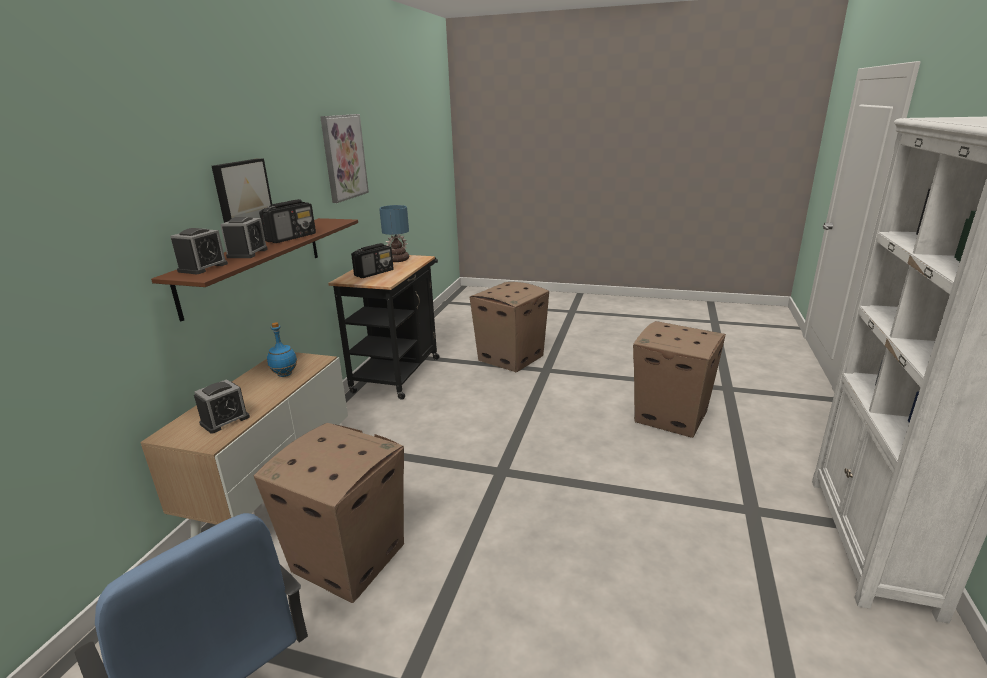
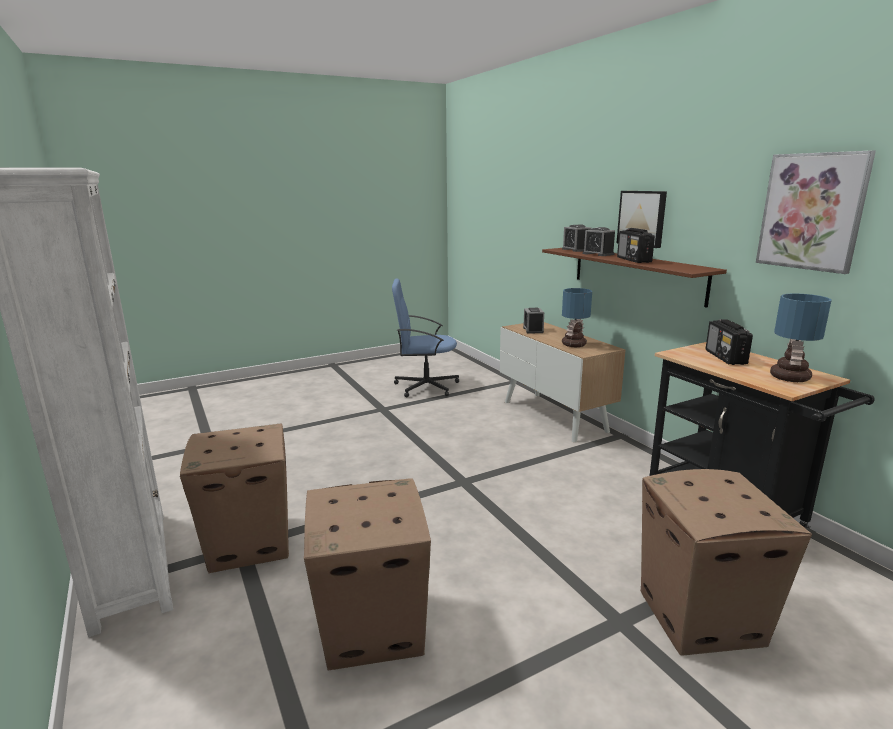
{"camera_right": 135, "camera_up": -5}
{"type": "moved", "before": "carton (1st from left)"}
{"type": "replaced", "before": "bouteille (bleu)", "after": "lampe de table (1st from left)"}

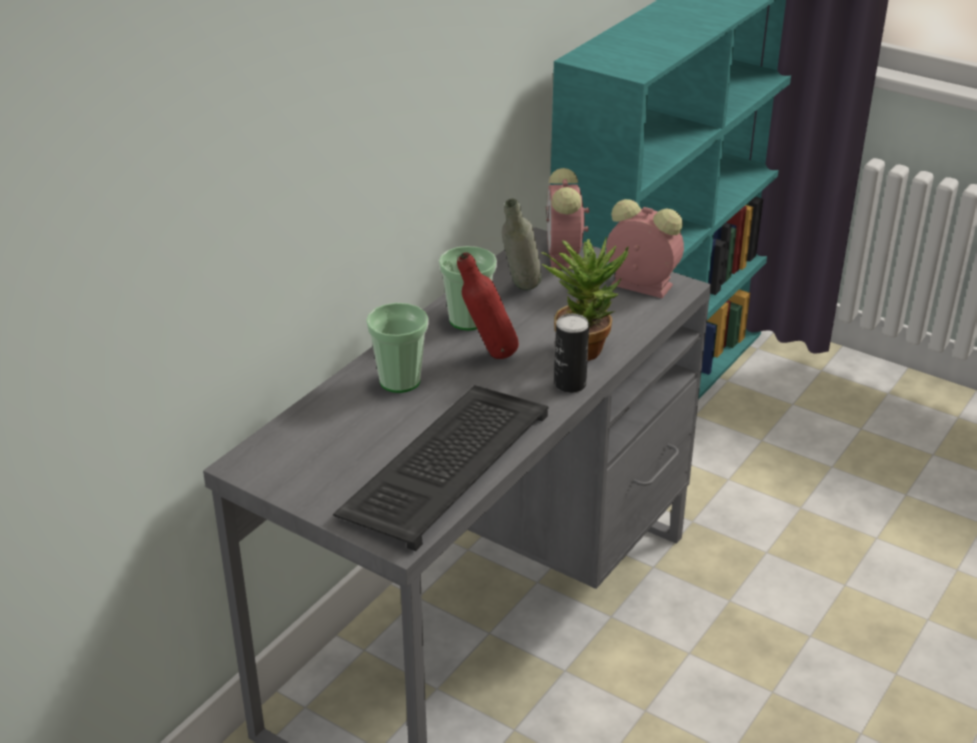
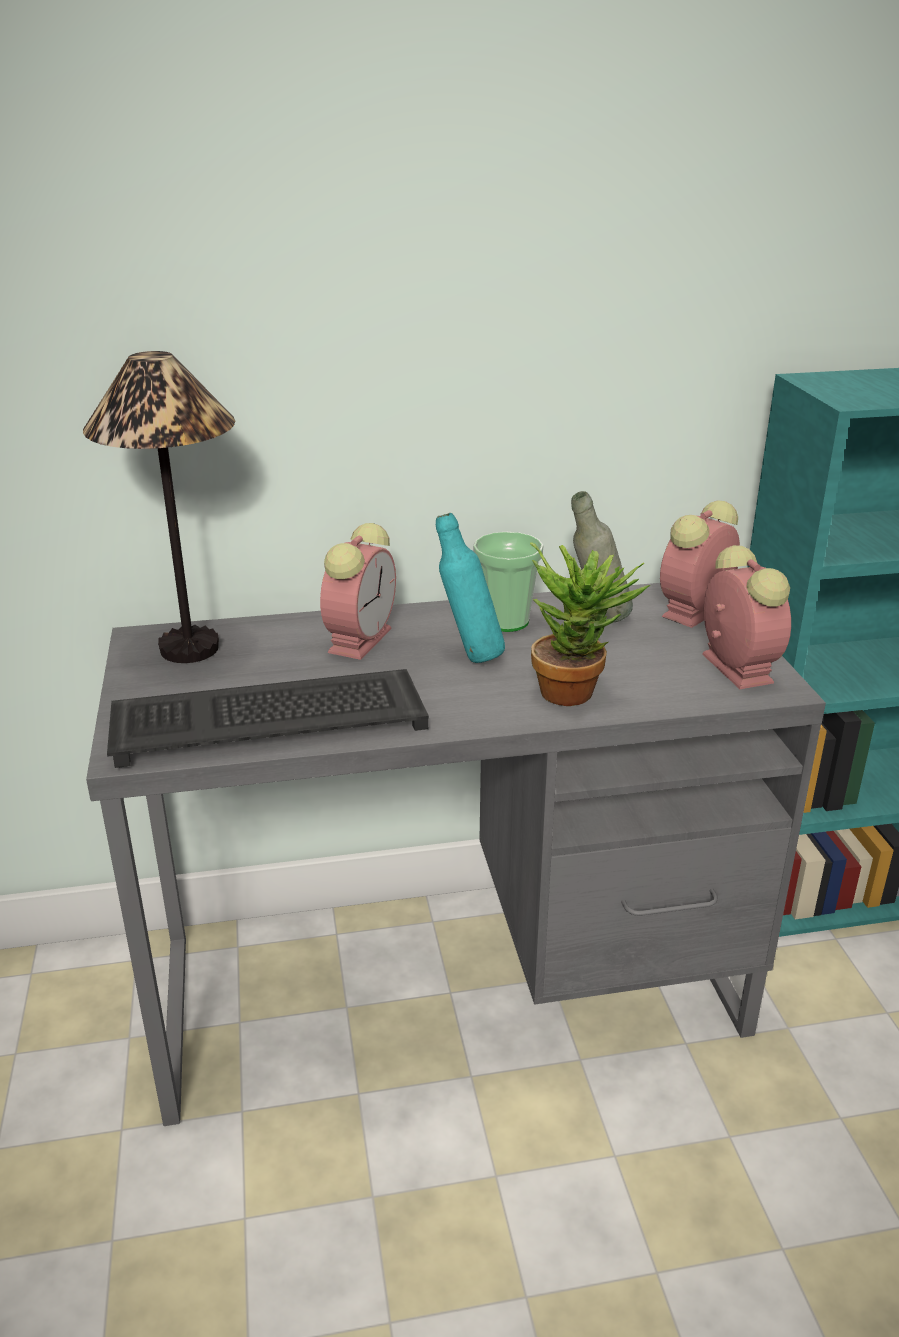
{"camera_right": 45, "camera_up": -5}
{"type": "added", "after": "lampe de table"}
{"type": "replaced", "before": "tasse (1st from left)", "after": "réveil (1st from left)"}
{"type": "recoloured", "before": "bouteille (rouge)", "after": "bouteille (turquoise)"}
{"type": "removed", "before": "boîte métallique"}

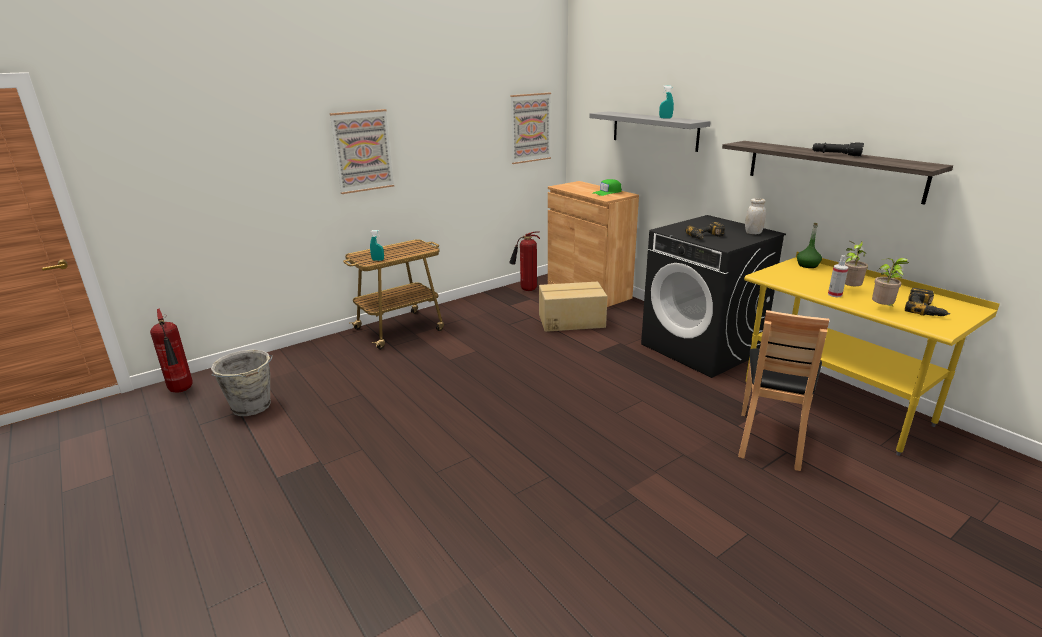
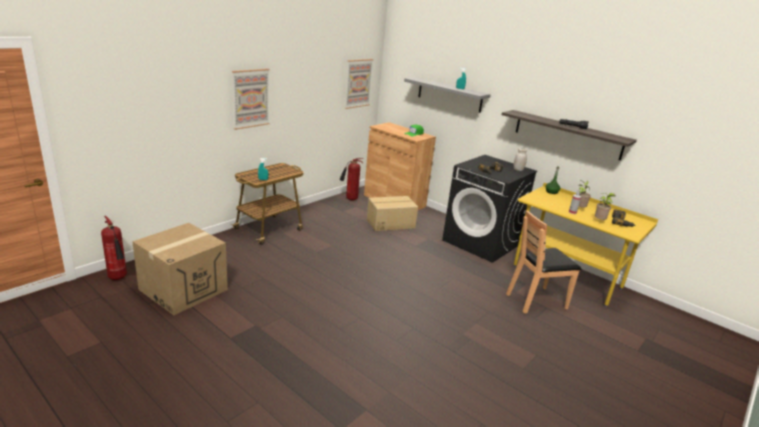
{"camera_right": -15, "camera_up": 0}
{"type": "replaced", "before": "seau (gris)", "after": "carton (1st from left)"}
{"type": "turned", "before": "chaise (marron)", "turn": 60}

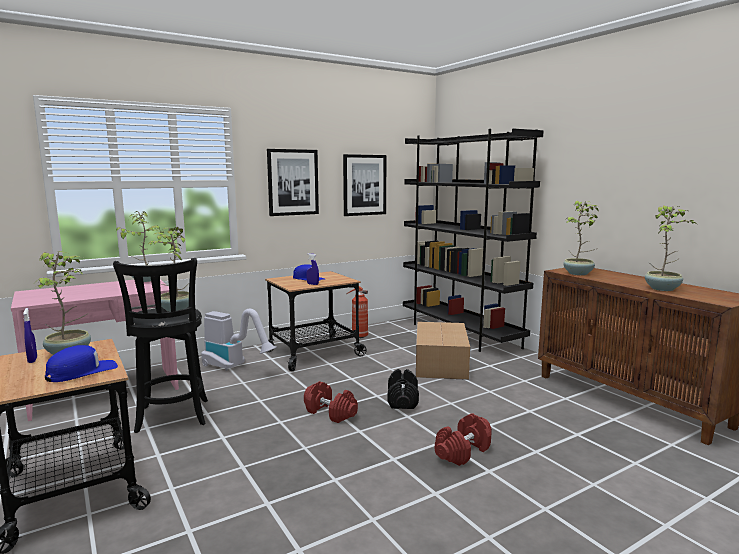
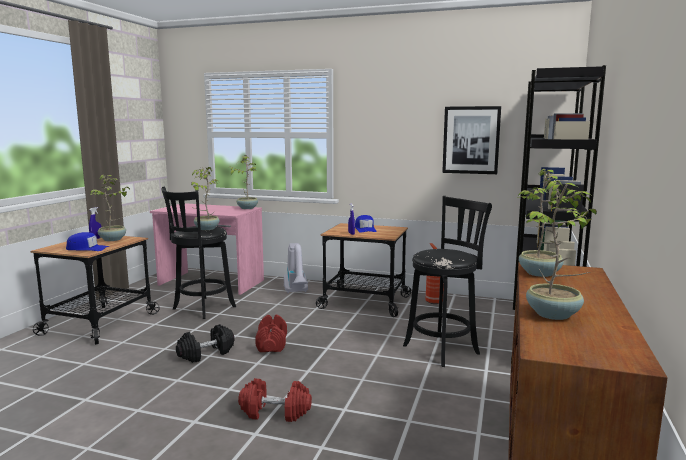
{"camera_right": 50, "camera_up": 0}
{"type": "moved", "before": "haltère (noir)"}
{"type": "replaced", "before": "carton", "after": "tabouret (noir) (2nd from left)"}
{"type": "removed", "before": "tableau (1st from left)"}

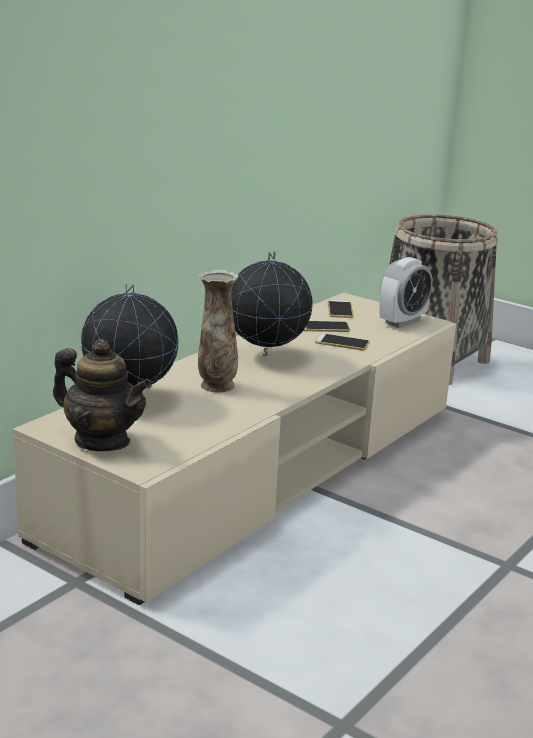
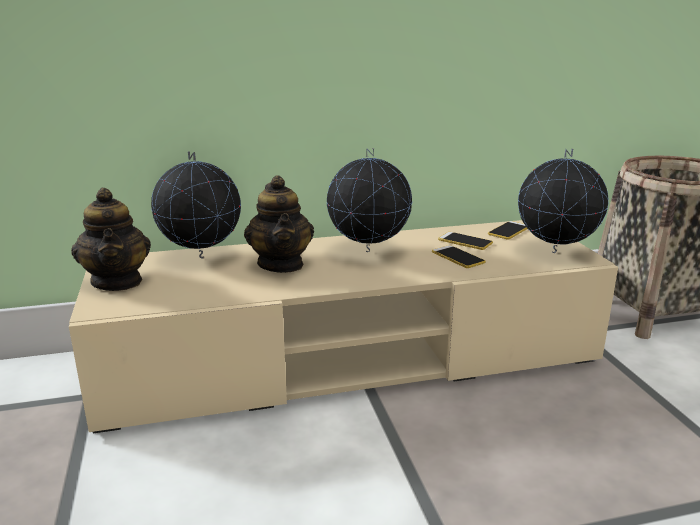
{"camera_right": 40, "camera_up": 0}
{"type": "replaced", "before": "vase", "after": "théière (2nd from left)"}
{"type": "replaced", "before": "réveil", "after": "globe (3rd from left)"}

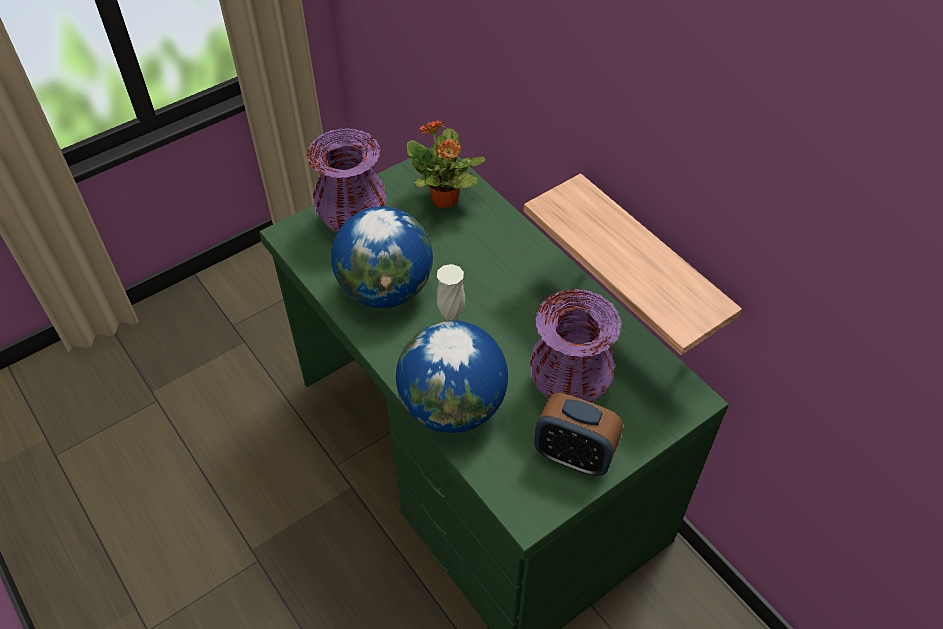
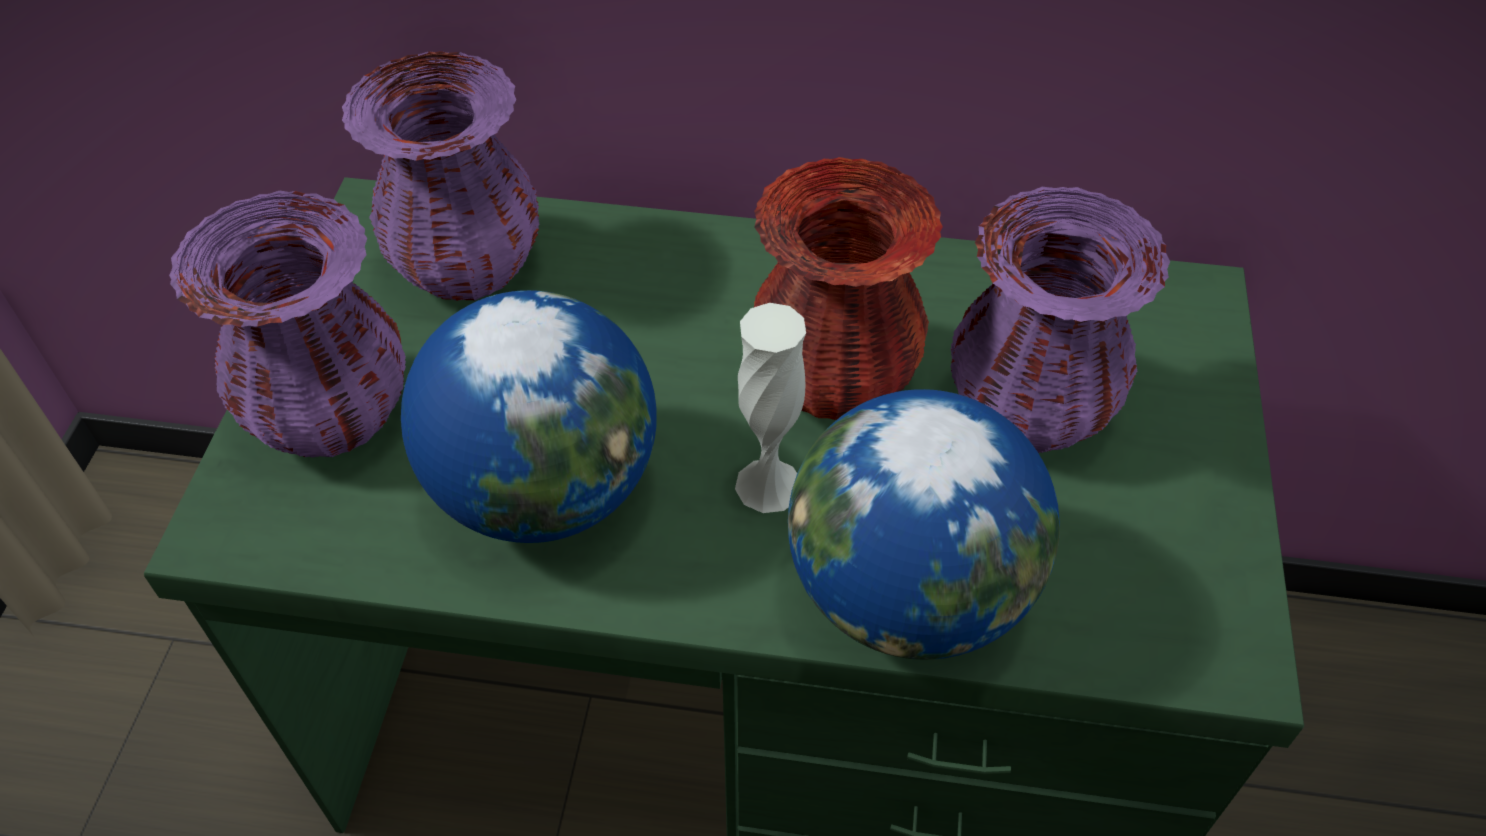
{"camera_right": -45, "camera_up": 0}
{"type": "replaced", "before": "plante en pot", "after": "vase (violet) (2nd from left)"}
{"type": "added", "after": "vase (rouge)"}
{"type": "removed", "before": "étagère"}
{"type": "removed", "before": "réveil"}

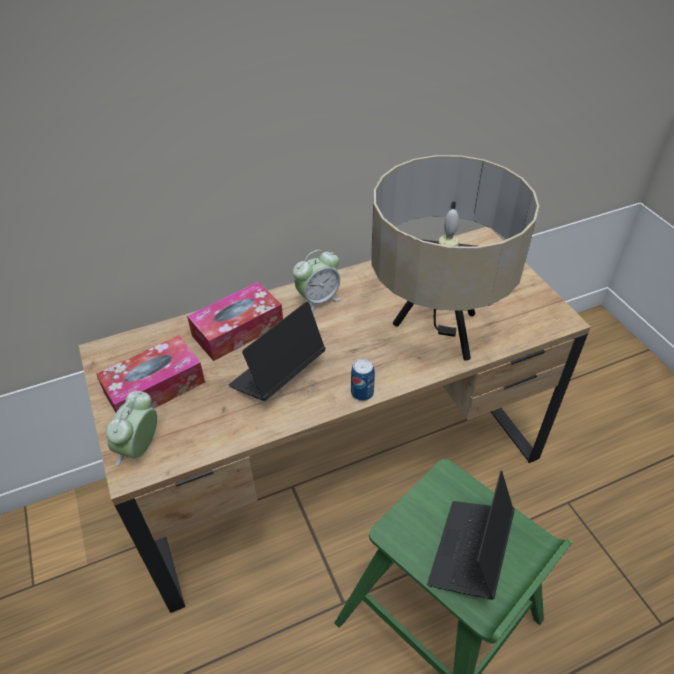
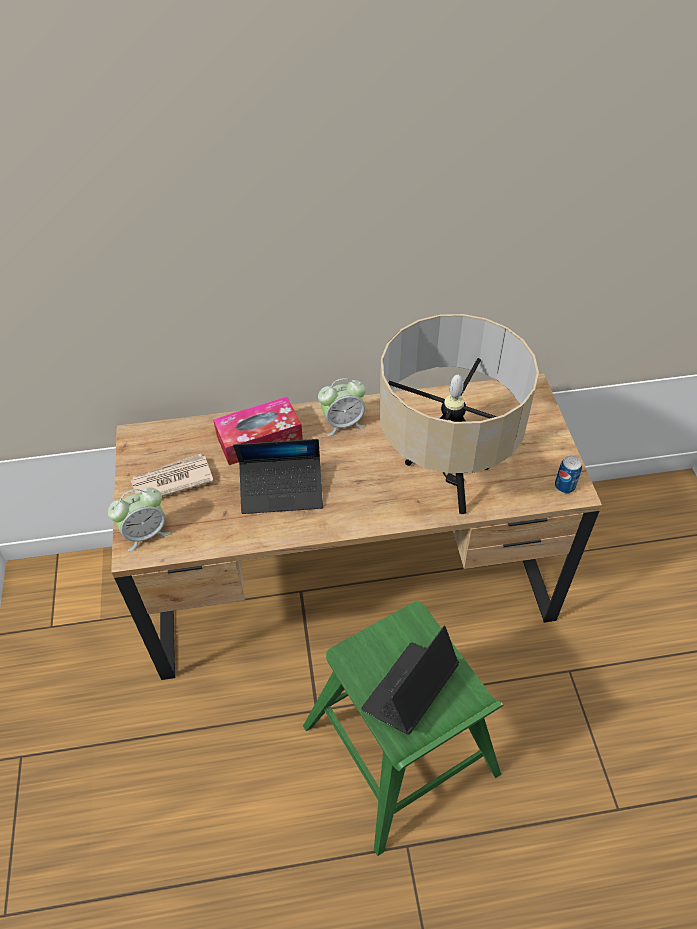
{"camera_right": 15, "camera_up": 5}
{"type": "turned", "before": "réveil (1st from left)", "turn": -150}
{"type": "replaced", "before": "boîte à mouchoirs (1st from left)", "after": "journal"}
{"type": "turned", "before": "ordinateur portable (1st from left)", "turn": -150}
{"type": "moved", "before": "boîte métallique"}

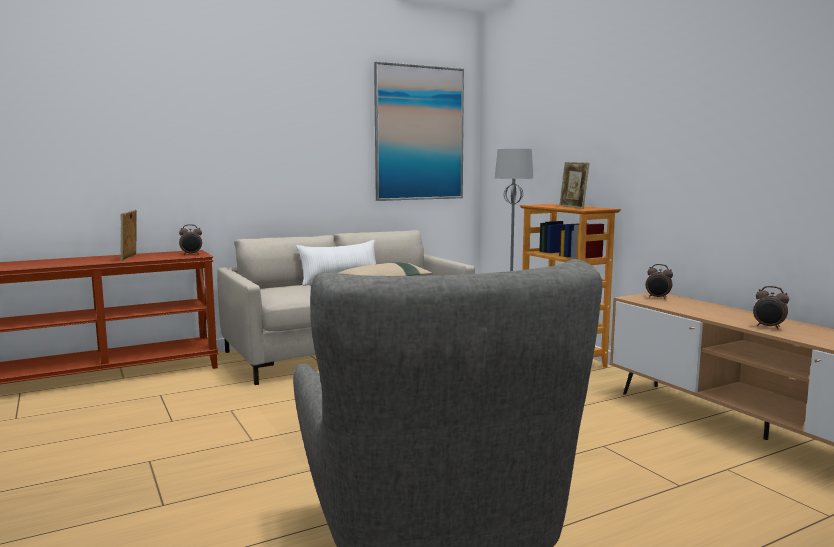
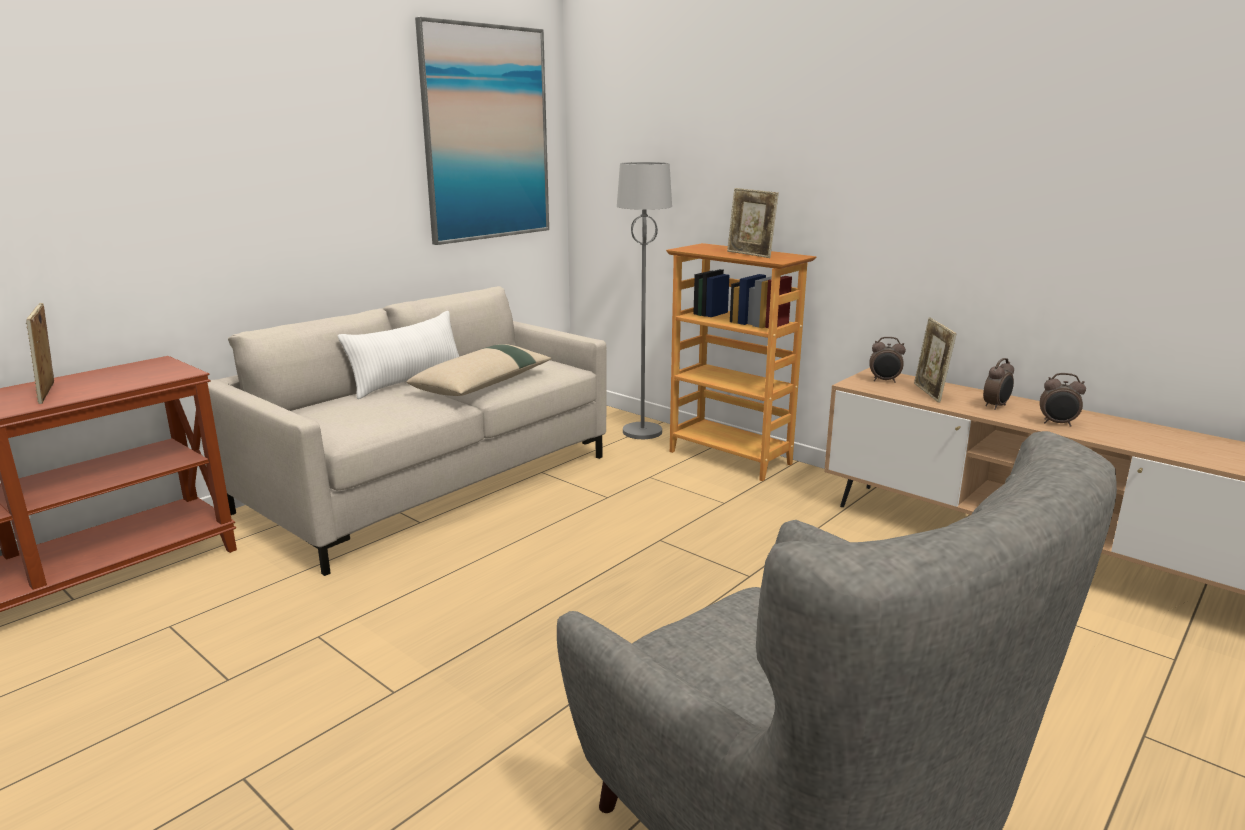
{"camera_right": -20, "camera_up": 10}
{"type": "added", "after": "cadre photo (3rd from left)"}
{"type": "moved", "before": "réveil (1st from left in the first image)", "after": "réveil (2nd from left)"}

